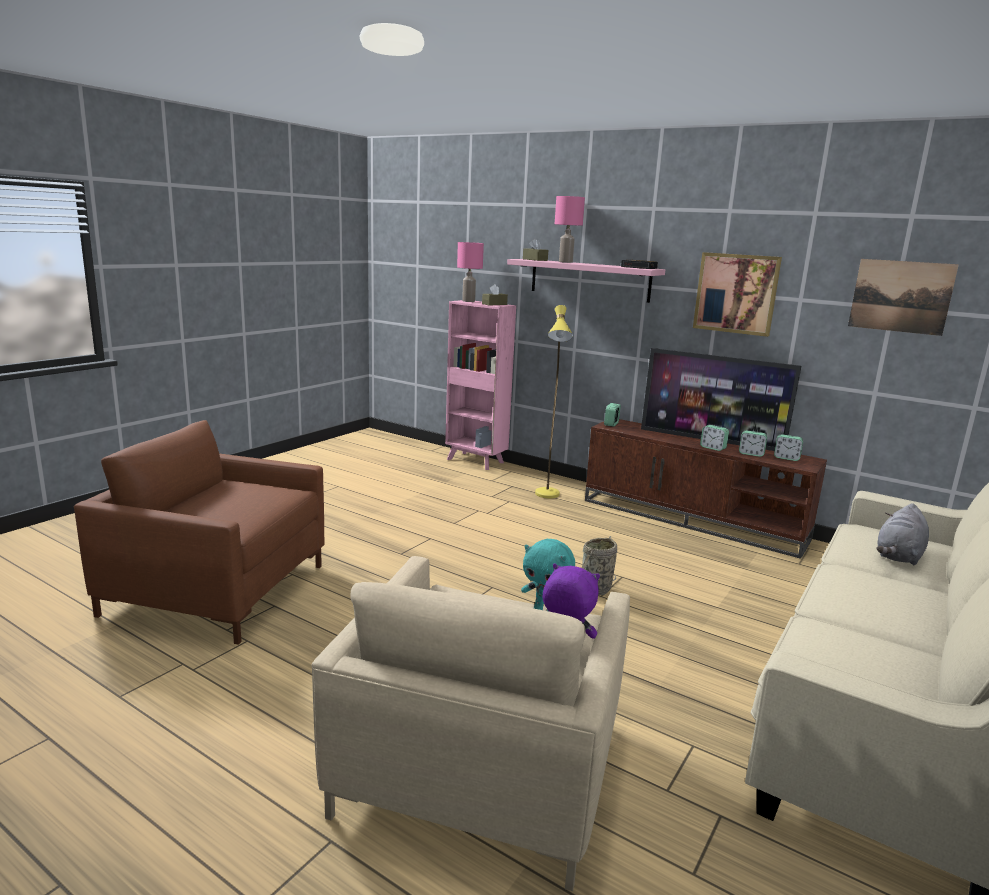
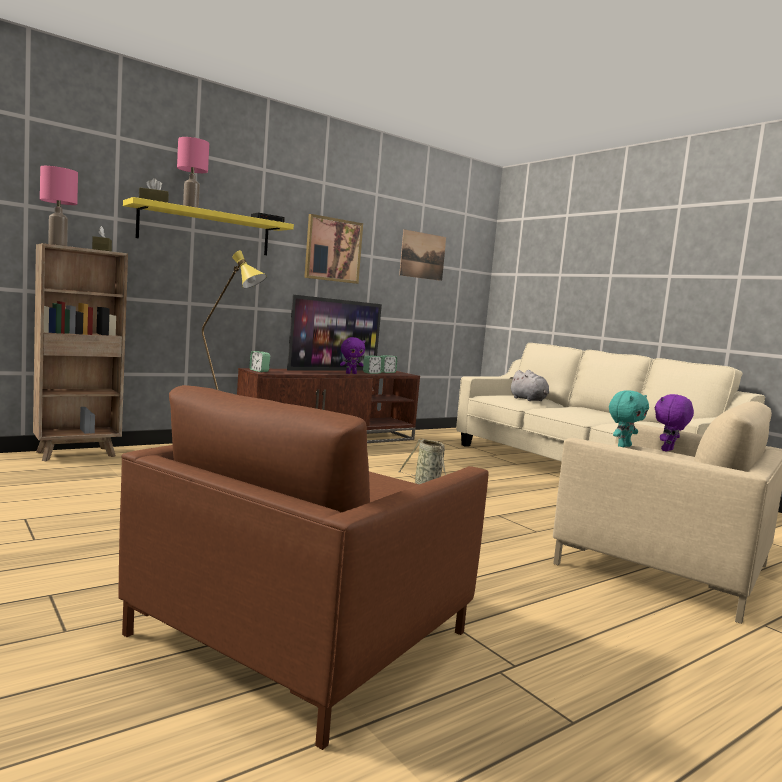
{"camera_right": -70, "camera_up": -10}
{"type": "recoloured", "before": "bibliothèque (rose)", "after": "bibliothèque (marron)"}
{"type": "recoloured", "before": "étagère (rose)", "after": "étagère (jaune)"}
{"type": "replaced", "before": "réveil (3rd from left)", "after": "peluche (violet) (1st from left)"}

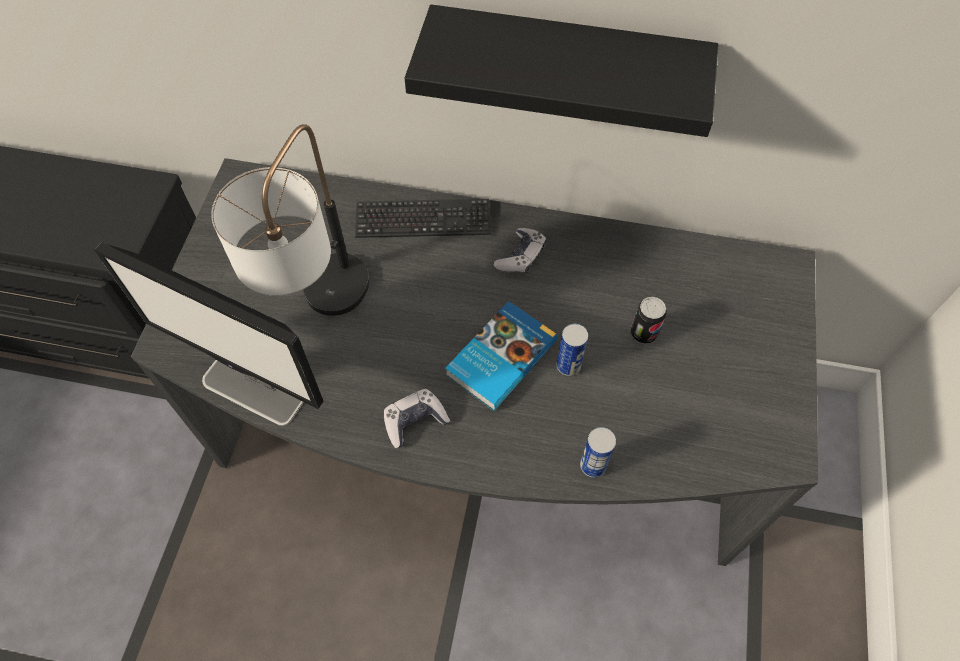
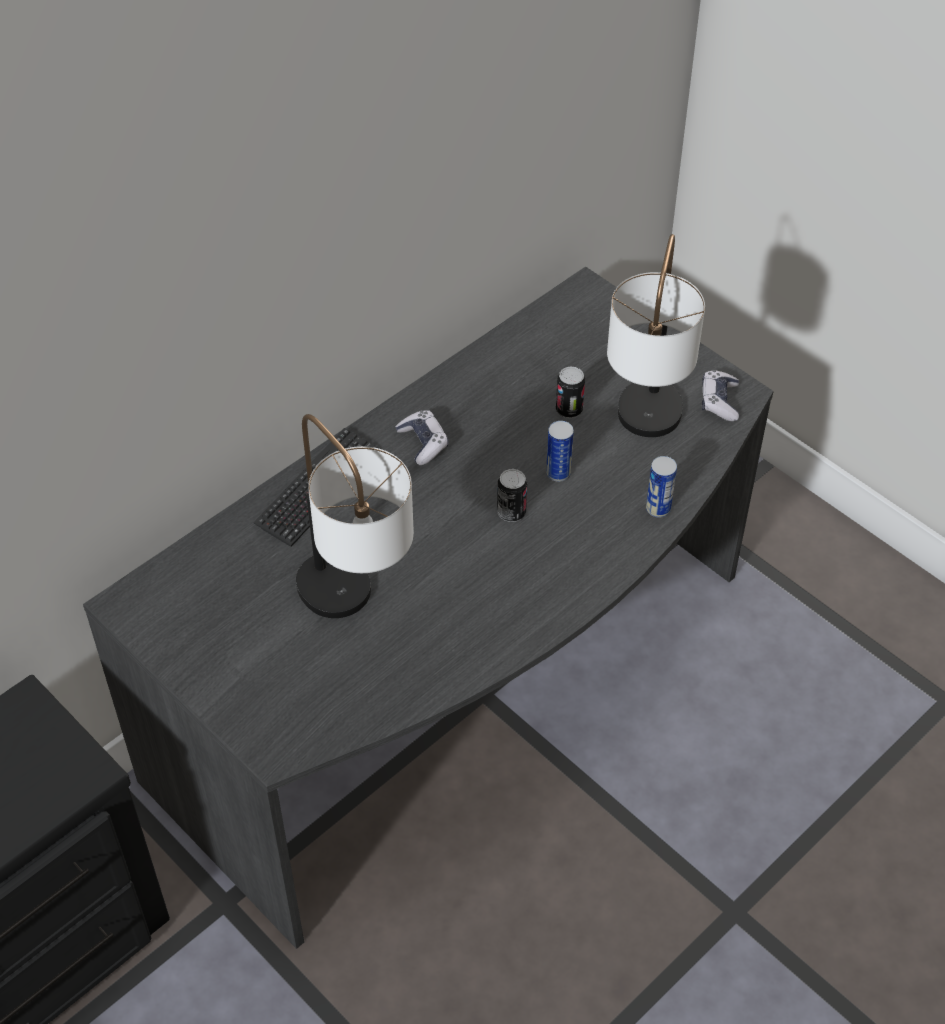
{"camera_right": -55, "camera_up": -10}
{"type": "replaced", "before": "livre", "after": "boîte métallique (1st from left)"}
{"type": "added", "after": "lampe de table (2nd from left)"}
{"type": "moved", "before": "manette (1st from left in the first image)", "after": "manette (2nd from left)"}
{"type": "removed", "before": "écran d'ordinateur"}
{"type": "removed", "before": "étagère (noir)"}

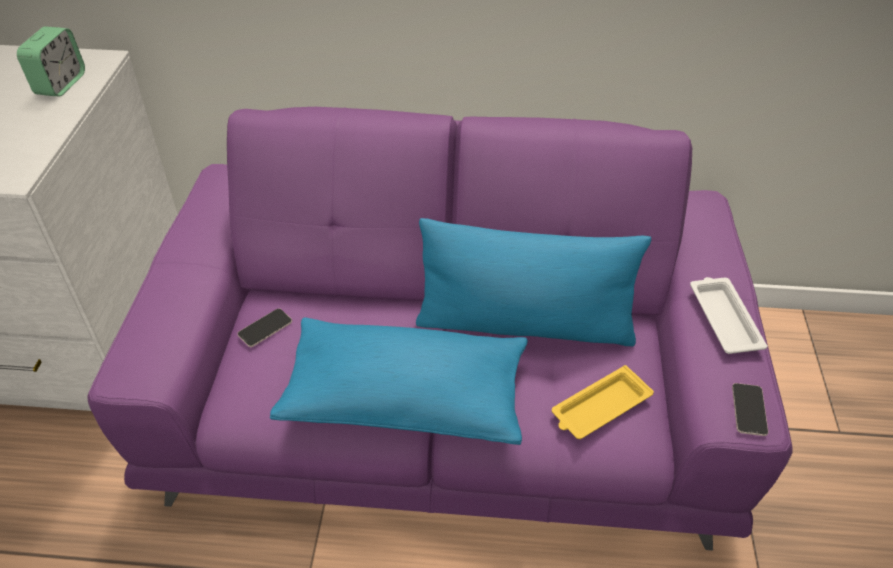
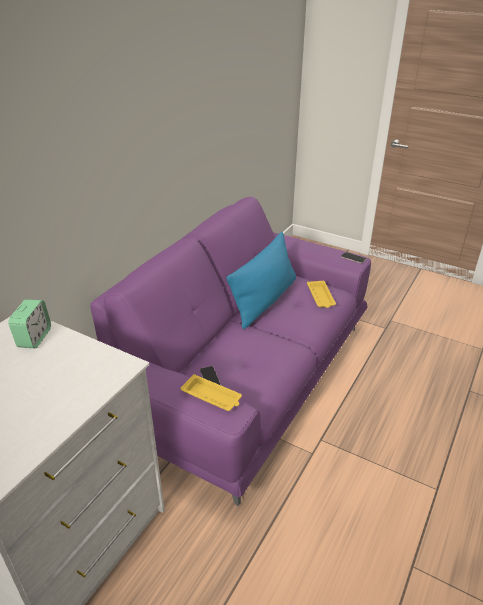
{"camera_right": -65, "camera_up": -10}
{"type": "turned", "before": "réveil", "turn": 60}
{"type": "added", "after": "plateau (jaune) (1st from left)"}
{"type": "removed", "before": "coussin (bleu) (1st from left)"}
{"type": "removed", "before": "plateau (blanc)"}

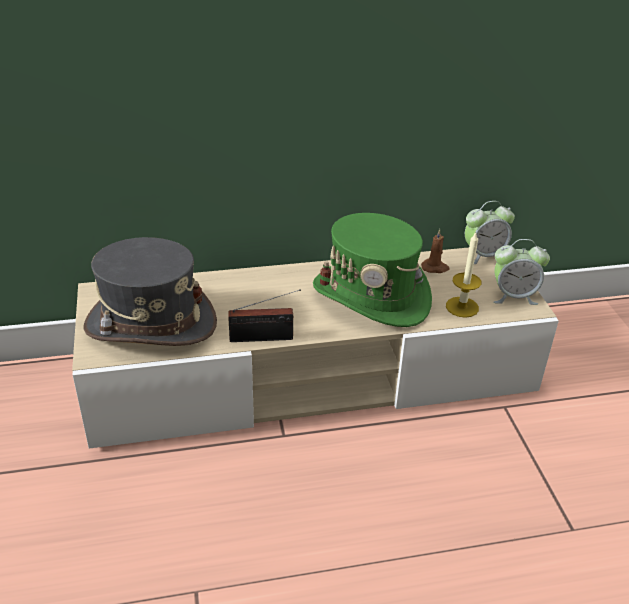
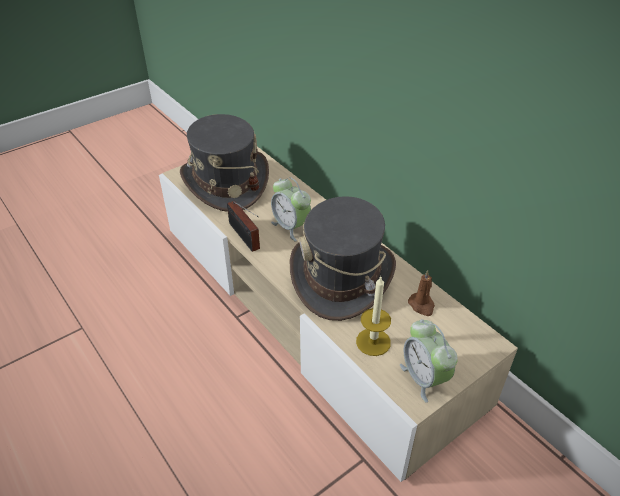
{"camera_right": 65, "camera_up": 5}
{"type": "moved", "before": "réveil (1st from left)"}
{"type": "recoloured", "before": "chapeau (vert)", "after": "chapeau (gris) (2nd from left)"}

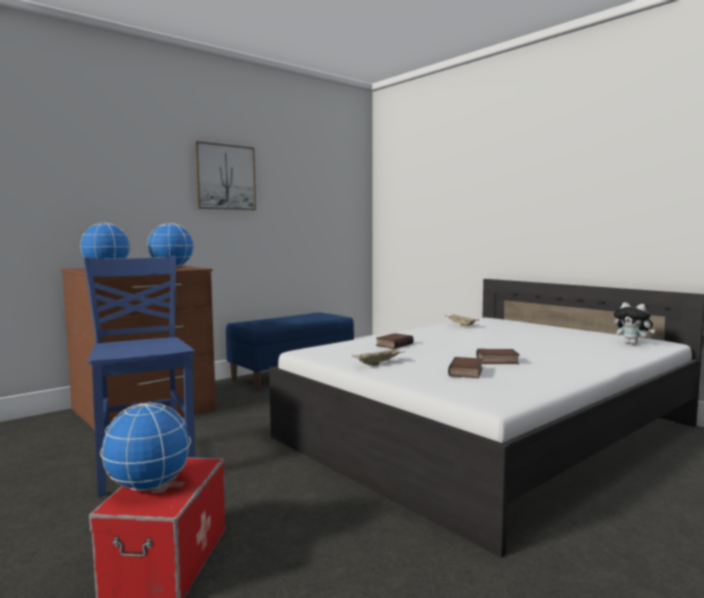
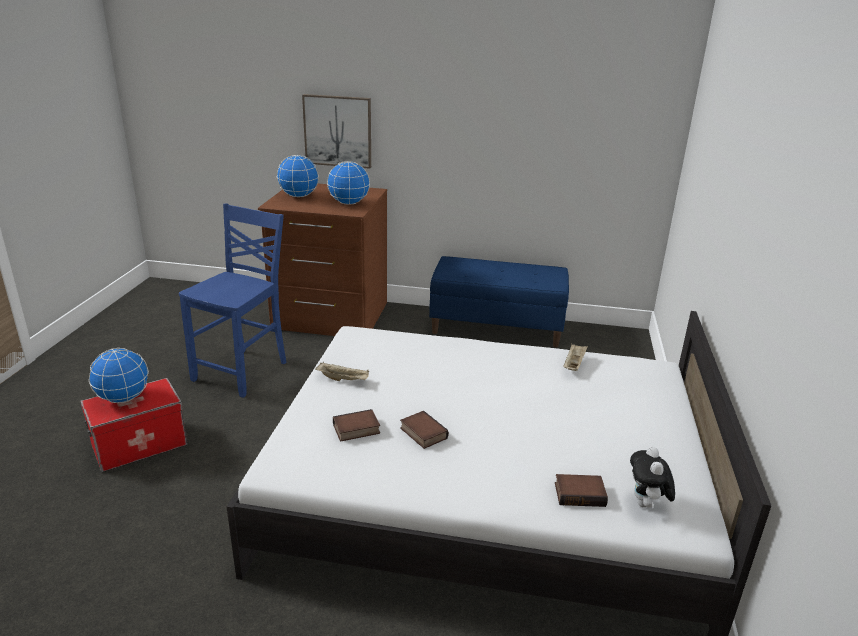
{"camera_right": 50, "camera_up": 20}
{"type": "moved", "before": "tableau"}
{"type": "moved", "before": "livre (1st from left in the first image)", "after": "livre (3rd from left)"}

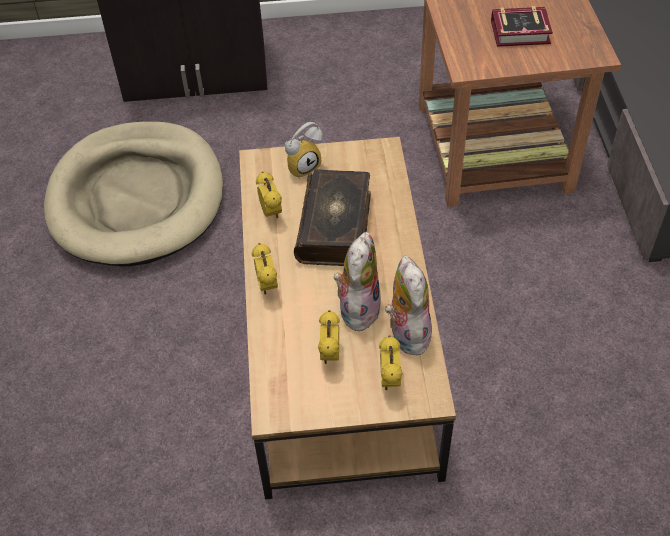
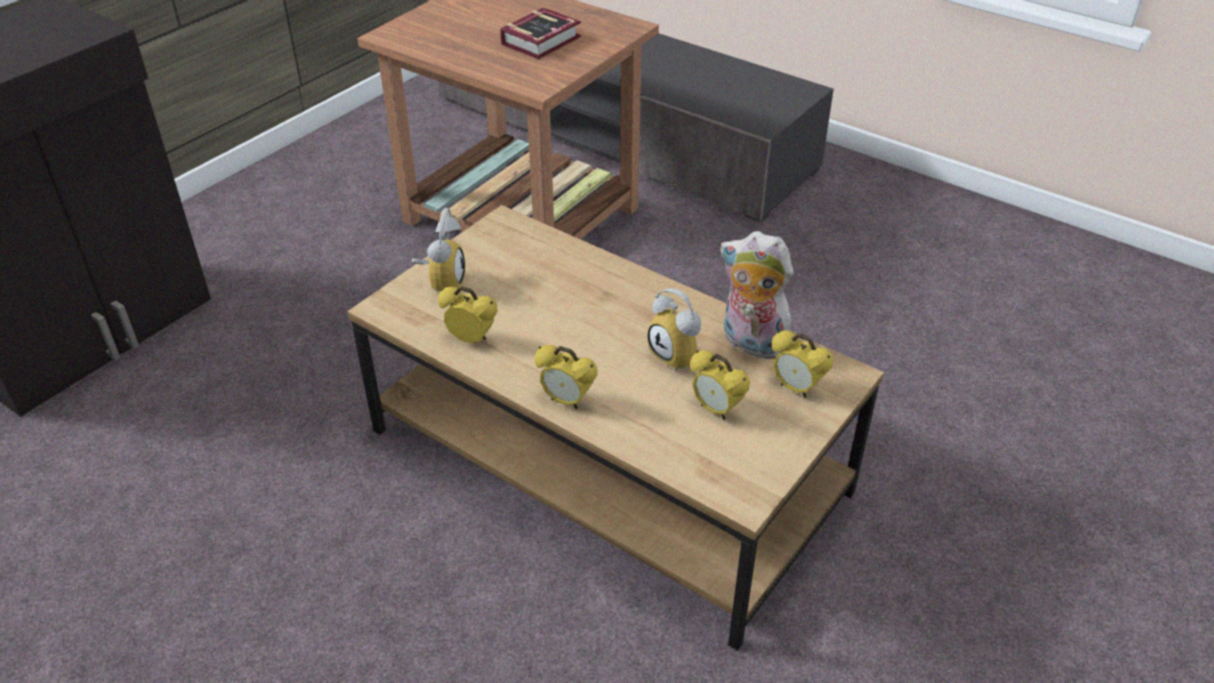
{"camera_right": -50, "camera_up": -10}
{"type": "replaced", "before": "peluche (1st from left)", "after": "réveil (4th from left)"}
{"type": "removed", "before": "panier pour chien (beige)"}
{"type": "removed", "before": "livre (1st from left)"}

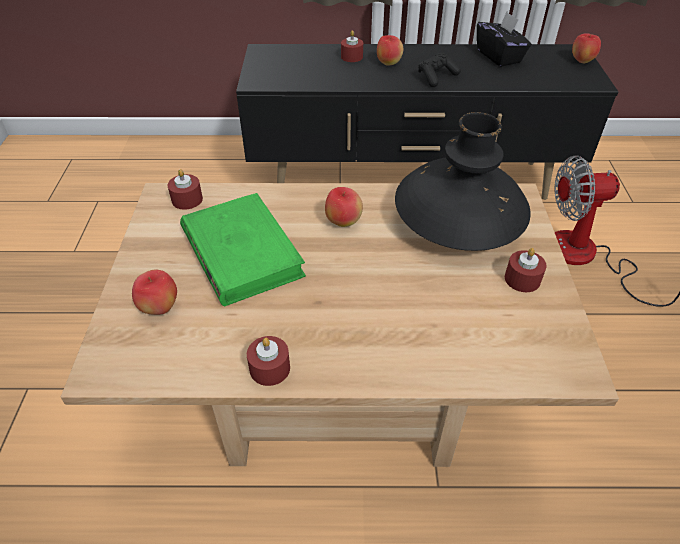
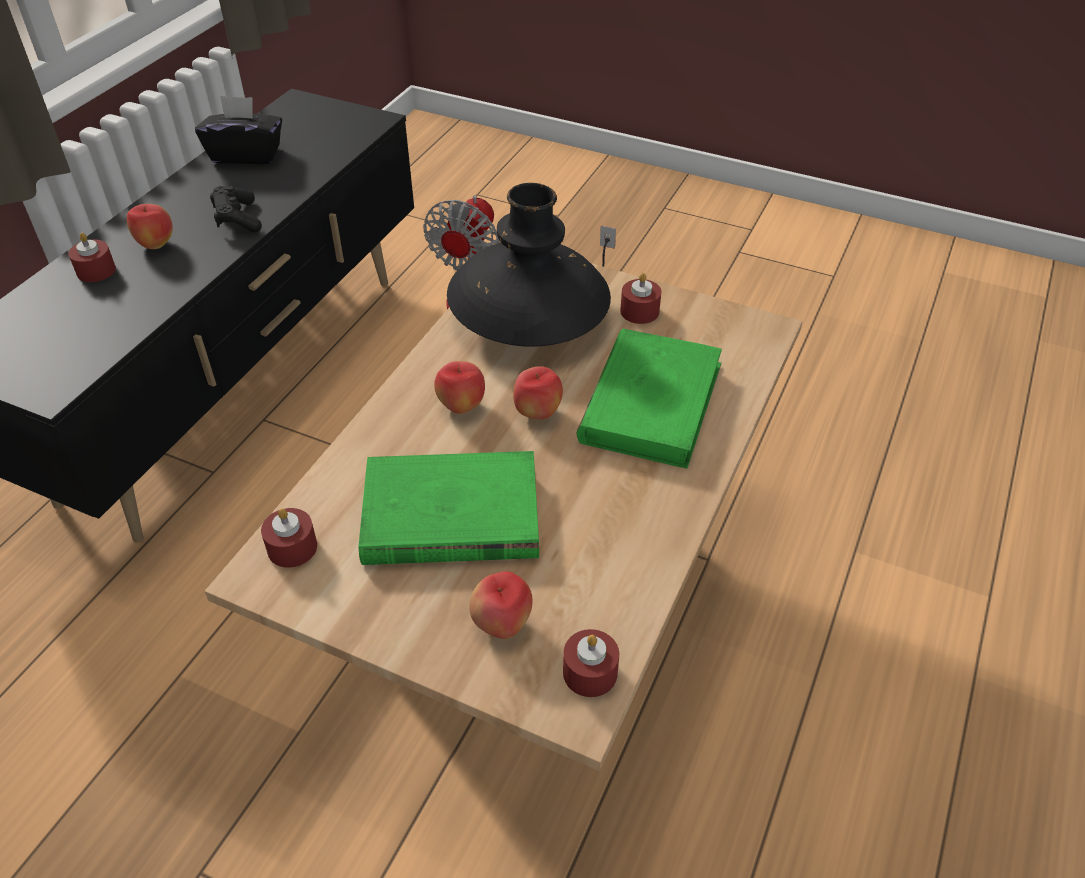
{"camera_right": -65, "camera_up": 0}
{"type": "moved", "before": "pomme (4th from left)"}
{"type": "moved", "before": "bougie (rouge) (2nd from left in the first image)", "after": "bougie (rouge) (3rd from left)"}
{"type": "added", "after": "livre (vert) (2nd from left)"}

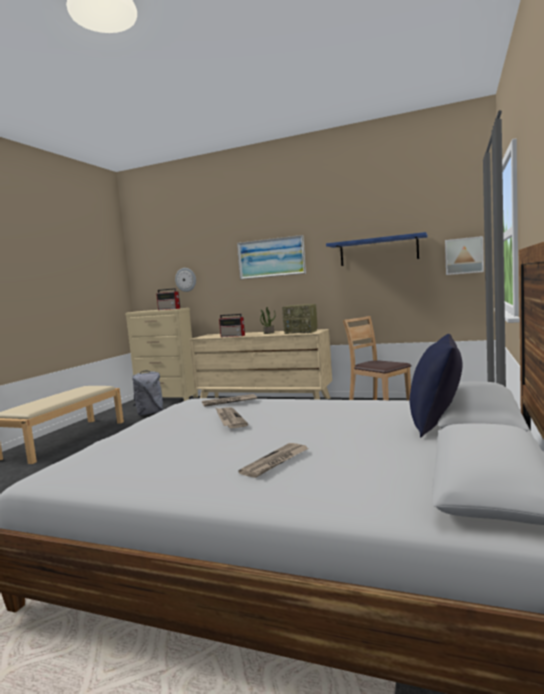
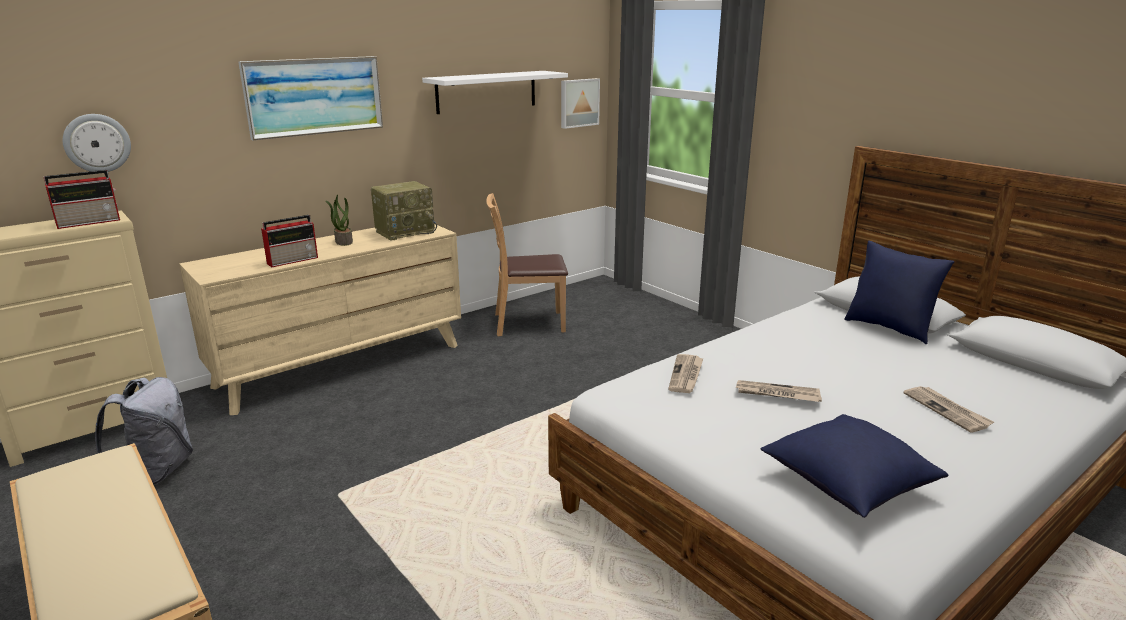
{"camera_right": -60, "camera_up": 15}
{"type": "recoloured", "before": "étagère (bleu)", "after": "étagère (blanc)"}
{"type": "added", "after": "coussin (bleu) (1st from left)"}

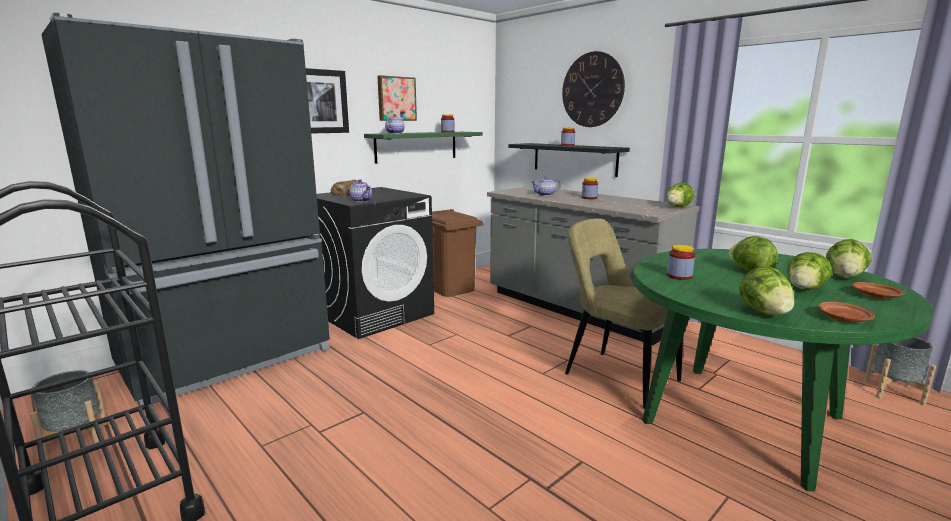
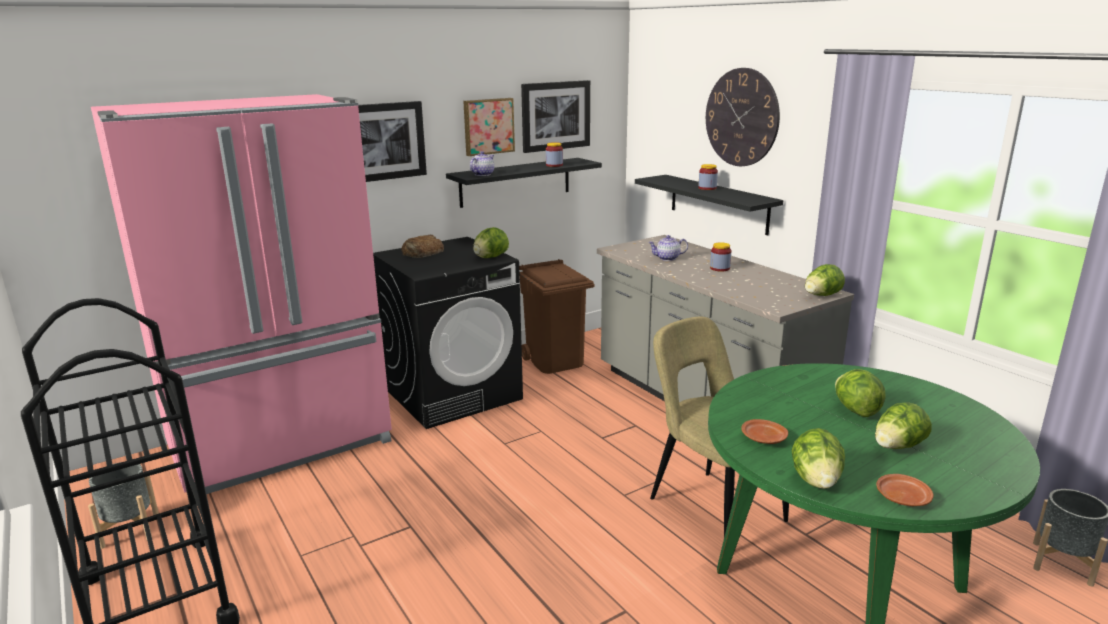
{"camera_right": 10, "camera_up": 5}
{"type": "recoloured", "before": "réfrigérateur (noir)", "after": "réfrigérateur (rose)"}
{"type": "recoloured", "before": "étagère (vert)", "after": "étagère (noir) (1st from left)"}
{"type": "moved", "before": "laitue (5th from left in the first image)", "after": "laitue (1st from left)"}
{"type": "added", "after": "tableau (3rd from left)"}
{"type": "moved", "before": "assiette (marron) (2nd from left in the first image)", "after": "assiette (marron) (1st from left)"}
{"type": "removed", "before": "théière (1st from left)"}
{"type": "removed", "before": "bocal (4th from left)"}

